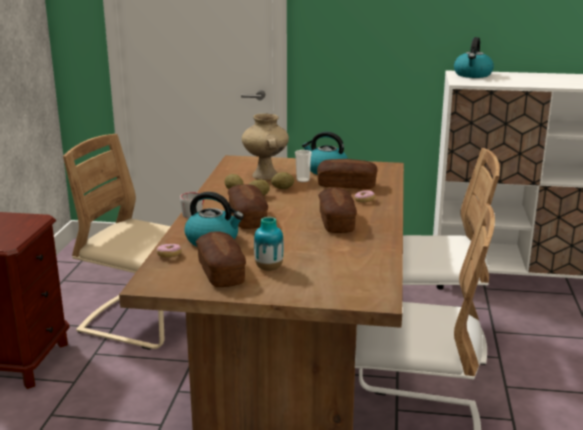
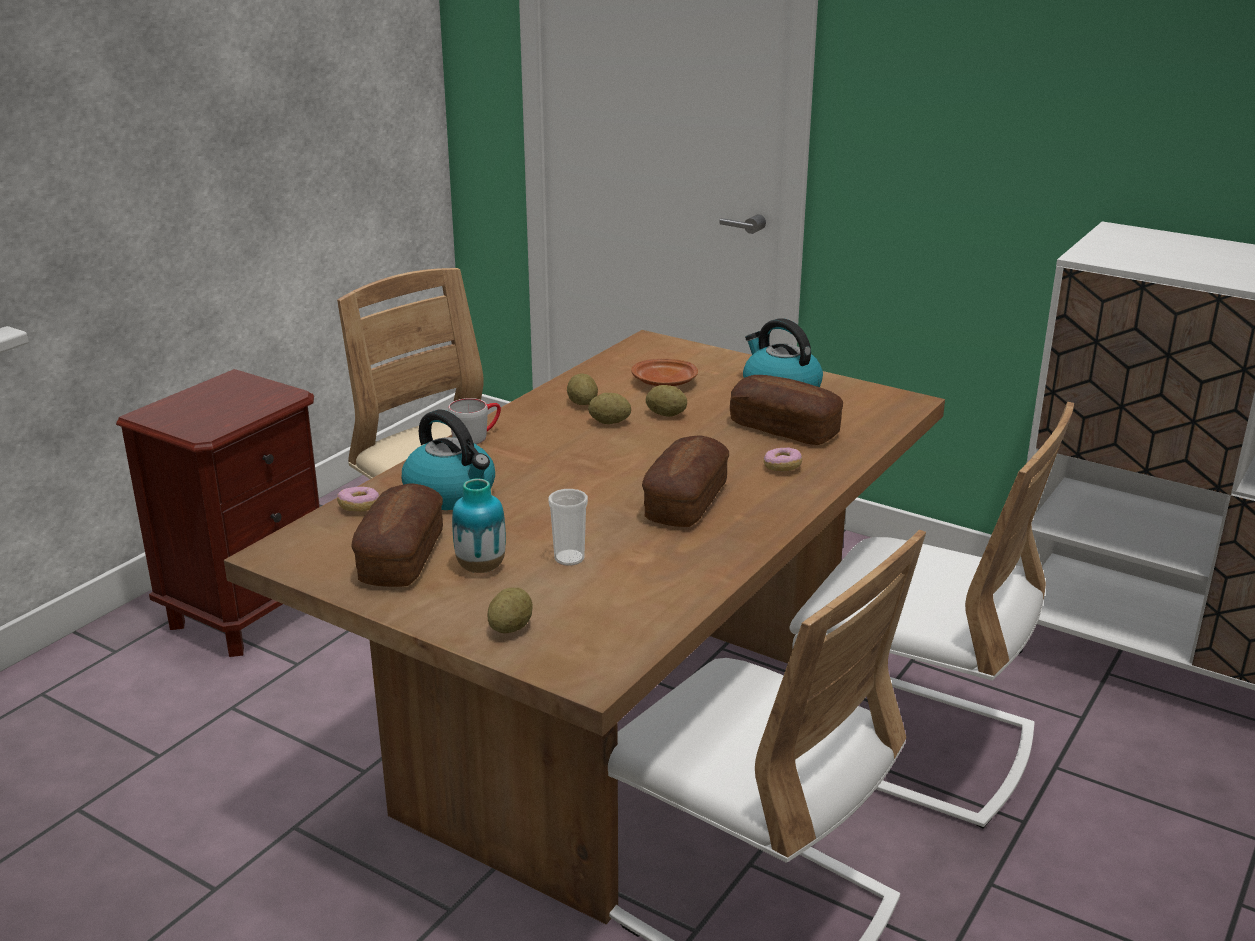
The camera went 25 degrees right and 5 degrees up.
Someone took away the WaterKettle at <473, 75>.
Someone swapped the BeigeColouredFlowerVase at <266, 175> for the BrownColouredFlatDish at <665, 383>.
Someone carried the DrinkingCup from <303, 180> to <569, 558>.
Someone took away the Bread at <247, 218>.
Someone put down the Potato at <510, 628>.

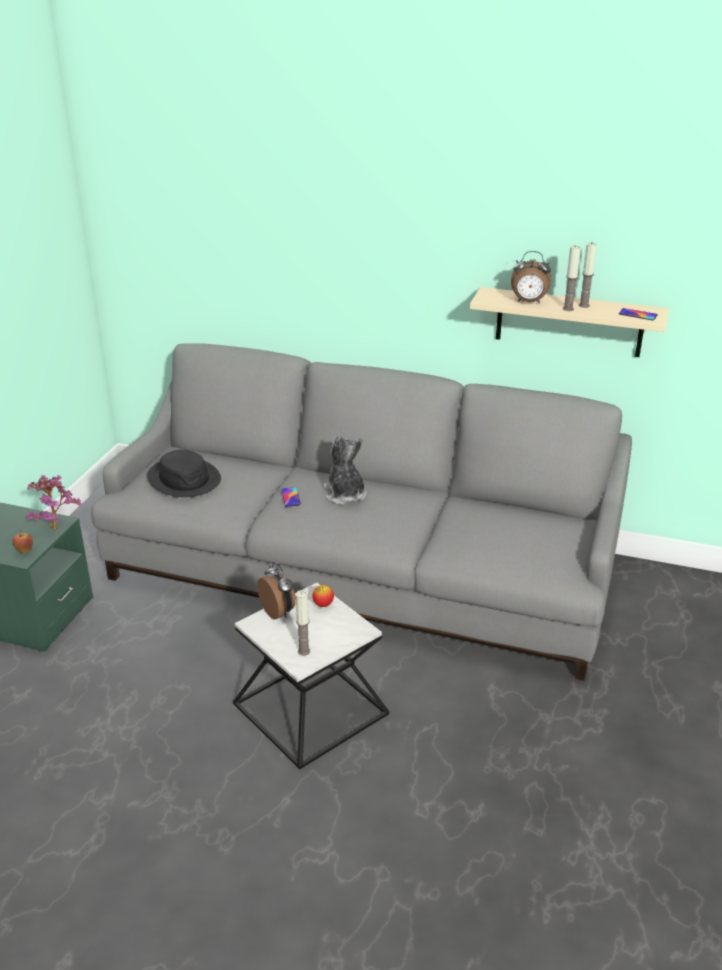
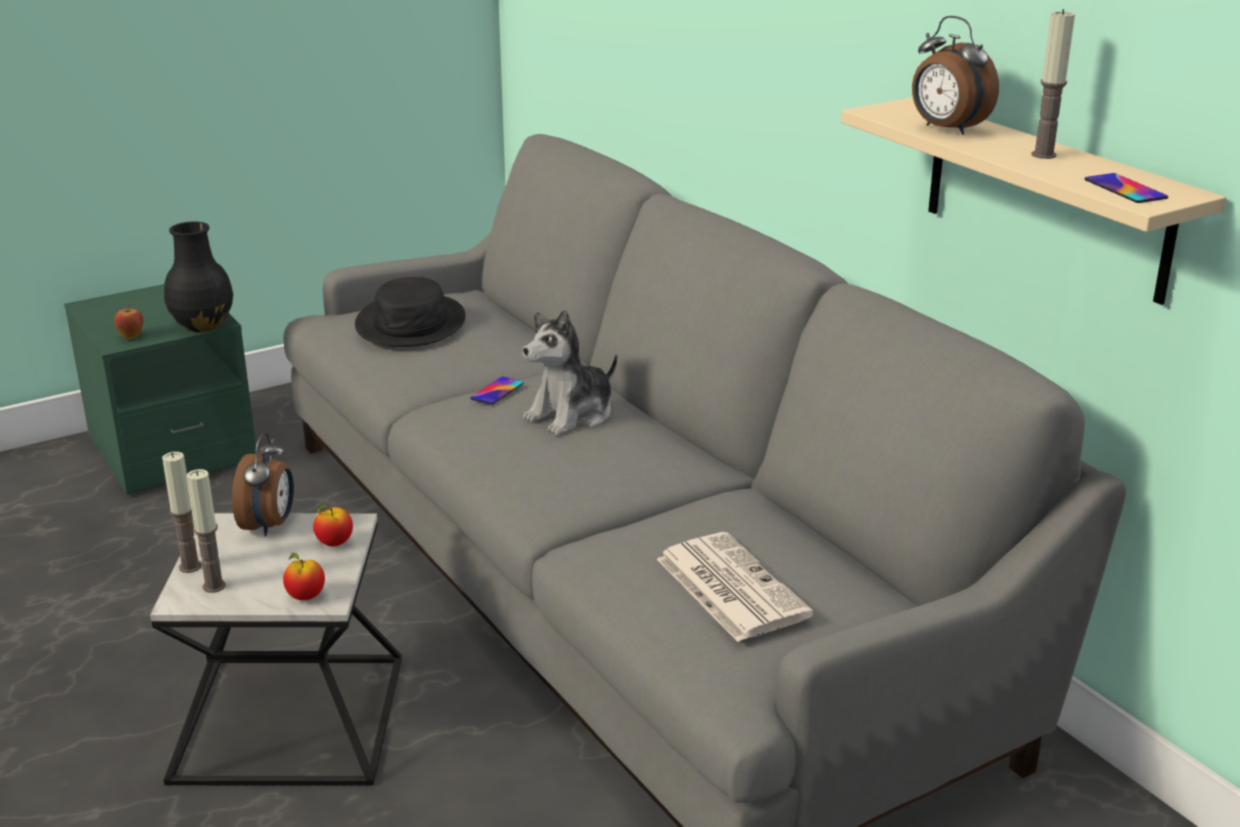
The camera went 40 degrees right and 5 degrees down.
Someone carried the WaxLight from <568, 309> to <190, 567>.
Someone rotated the CuddlyToy at <345, 494> by 150 degrees counterclockwise.
Someone swapped the PlantInAPot at <56, 527> for the BlackColouredFlowerVase at <202, 325>.
Someone put down the Newspaper at <729, 587>.
Someone put down the AppleFruit at <305, 597>.

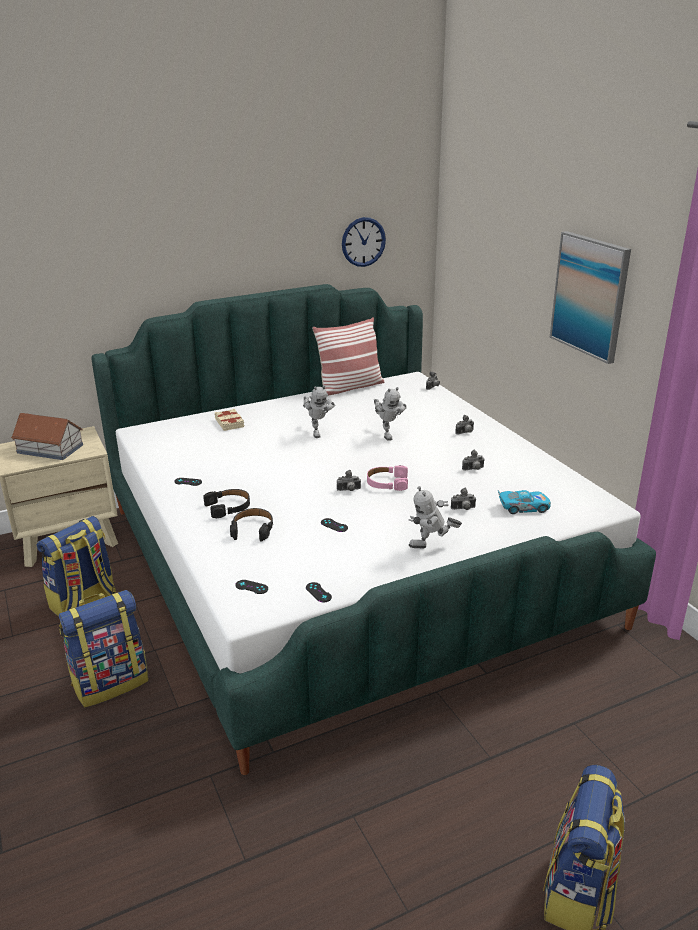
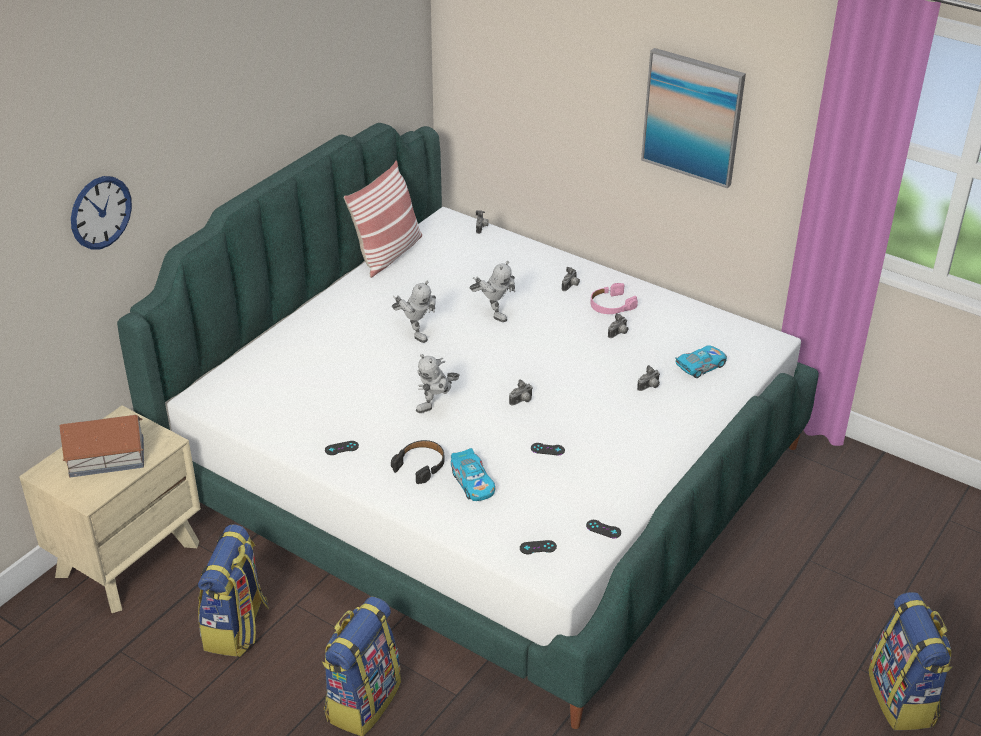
The camera went 30 degrees left and 10 degrees up.
Someone carried the ClockOnTheWall from <363, 242> to <100, 212>.
Someone took away the BeigeColouredBoundBook at <230, 423>.
Someone carried the PinkishPairOfHeadphones from <387, 483> to <611, 305>.
Someone carried the ModelRobot from <431, 547> to <437, 406>.
Someone swapped the BlackColouredPairOfHeadphones at <252, 529> for the MiniatureCar at <473, 483>.

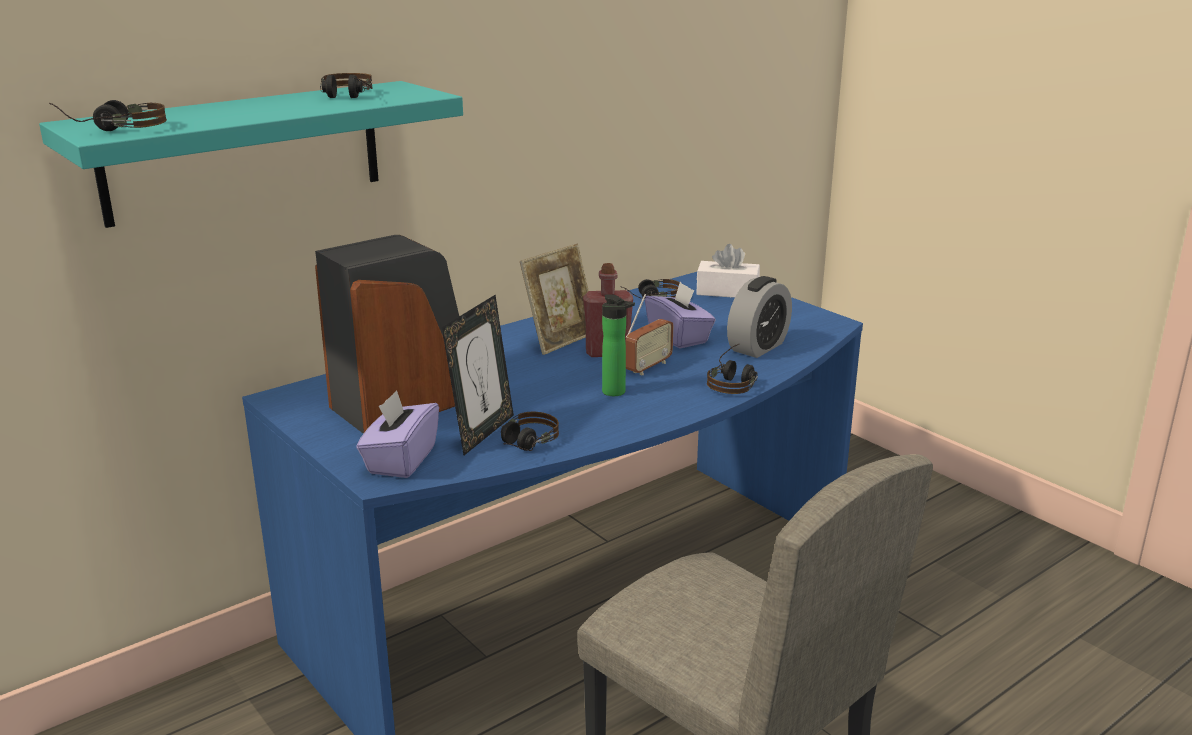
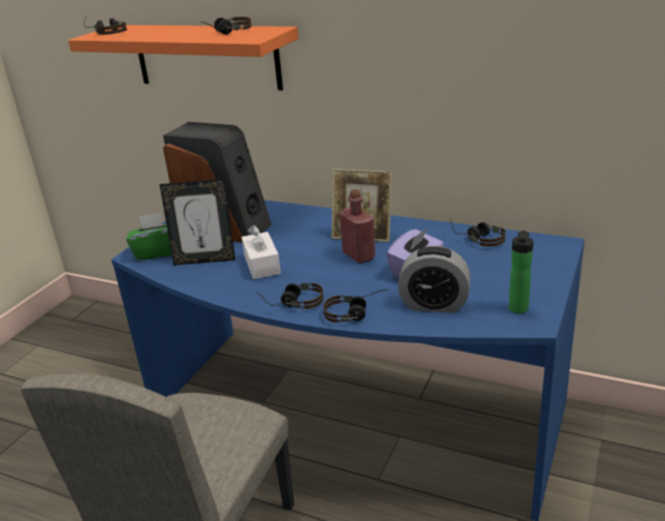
The camera went 65 degrees right and 5 degrees up.
Someone repainted the BlueGreenBracketShelf at <244, 151>, which became the OrangeColouredBracketShelf at <206, 56>.
Someone carried the WhiteColouredTissueHolder from <727, 291> to <262, 264>.
Someone carried the Bottle from <616, 393> to <518, 310>.
Someone took away the Radio at <648, 367>.
Someone repainted the PurplishTissueHolder at <401, 460>, which became the GreenTissueHolder at <158, 252>.
Someone carried the PairOfHeadphones from <523, 446> to <292, 303>.

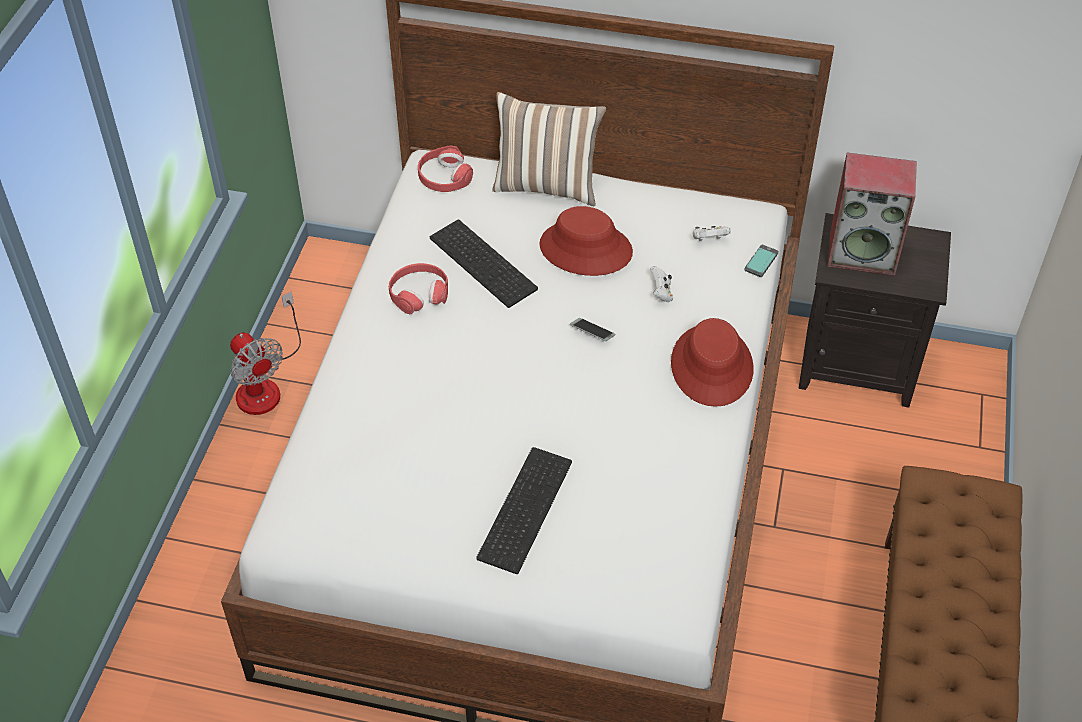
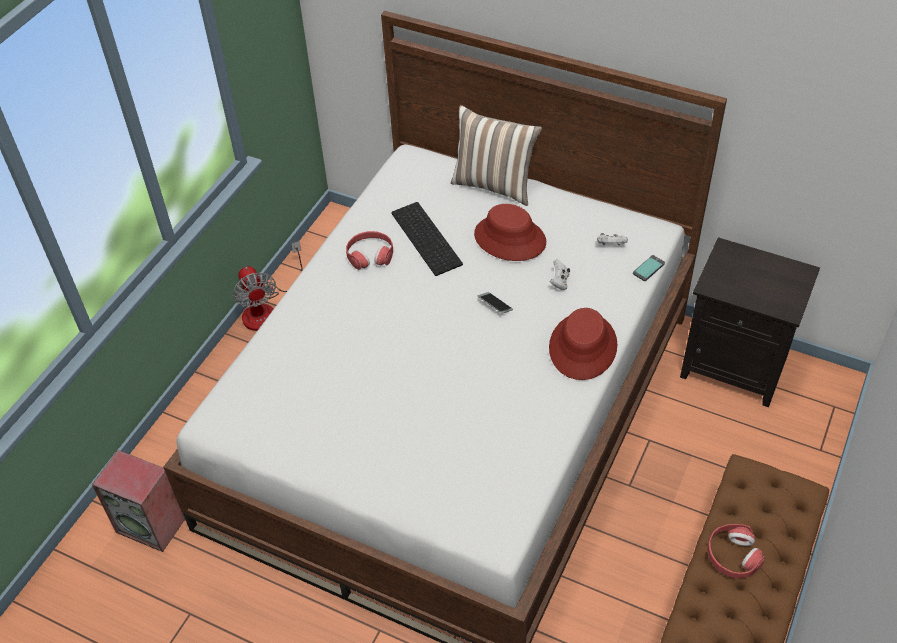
The camera went 15 degrees right and 0 degrees up.
Someone carried the RedColouredPairOfHeadphones from <444, 177> to <733, 556>.
Someone carried the Loudspeaker from <863, 252> to <152, 524>.
Someone took away the Keyboard at <523, 507>.

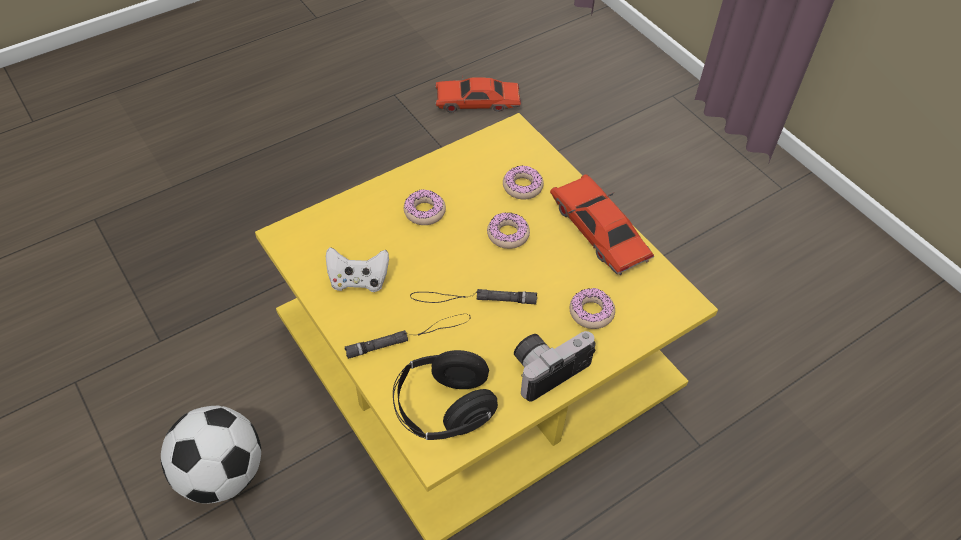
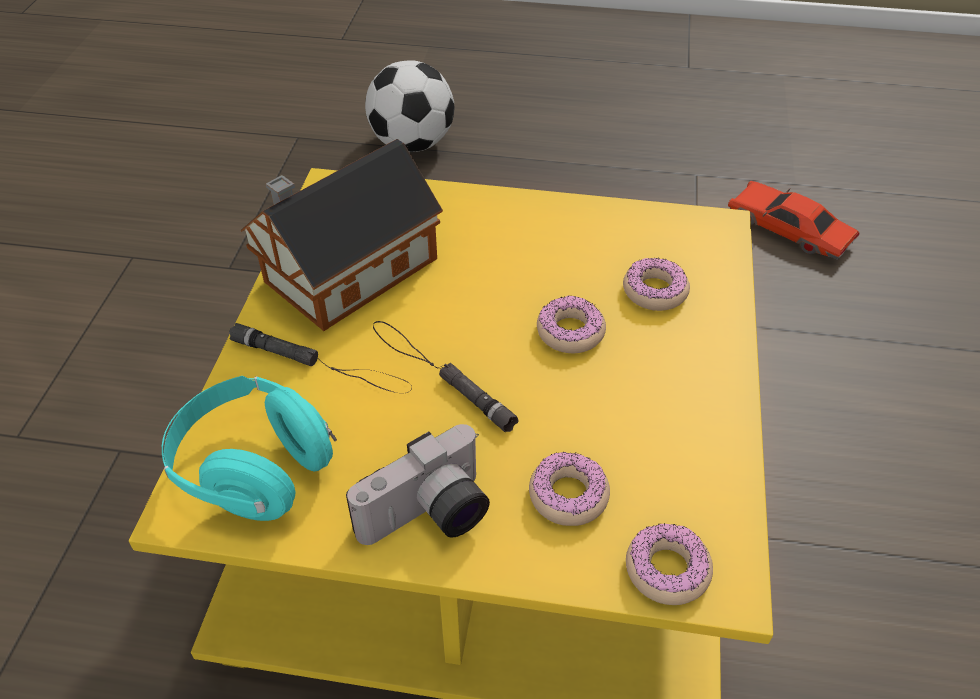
The camera went 45 degrees right and 5 degrees down.
Someone took away the RedColouredMiniatureCar at <599, 232>.
Someone carried the RingDoughnut from <424, 211> to <667, 570>.
Someone swapped the WhiteColouredGameController at <358, 280> for the ToyHouse at <344, 273>.
Someone rotated the PhotoCamera at <547, 367> by 135 degrees clockwise.
Someone repainted the BlackColouredPairOfHeadphones at <444, 409>, which became the BlueGreenPairOfHeadphones at <254, 469>.
Someone carried the FootballBall from <221, 474> to <412, 144>.

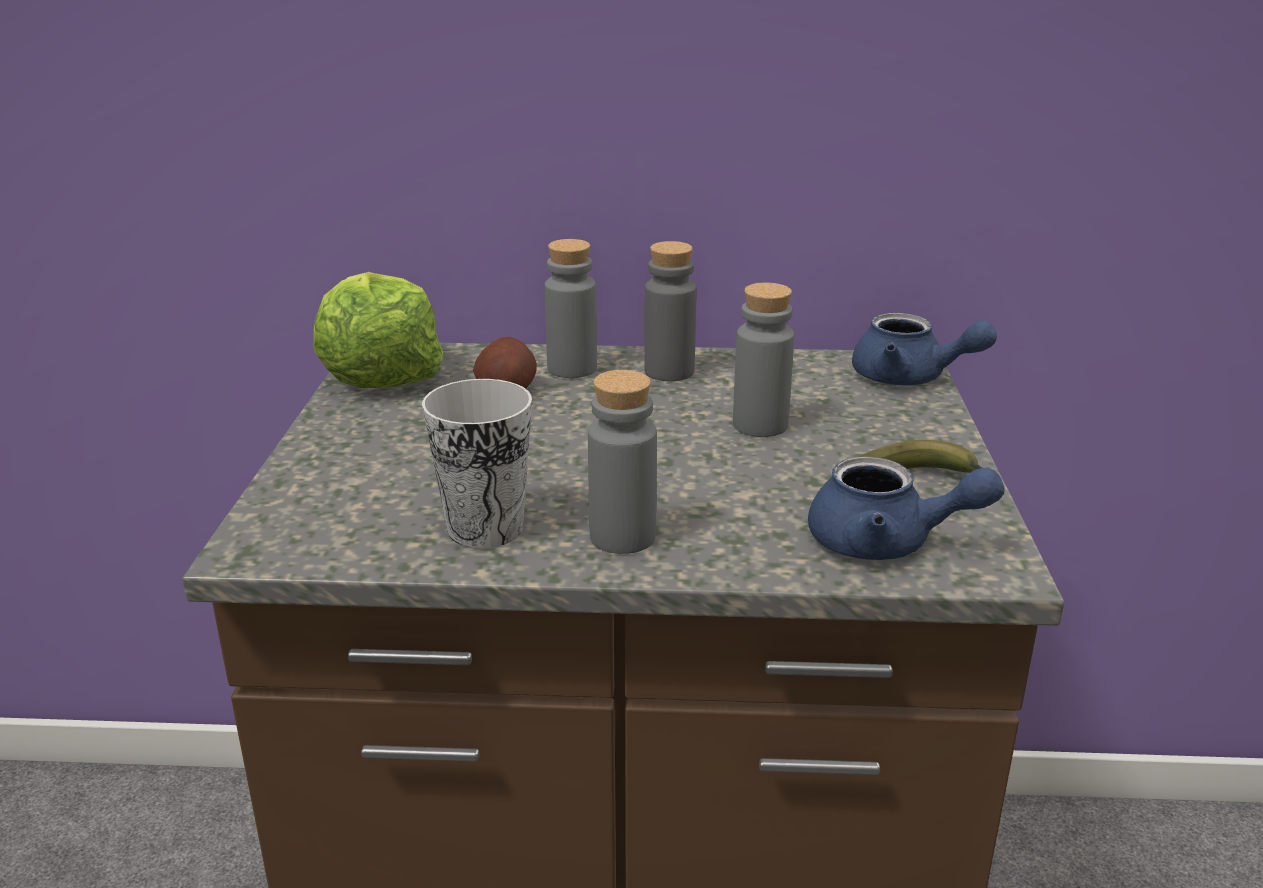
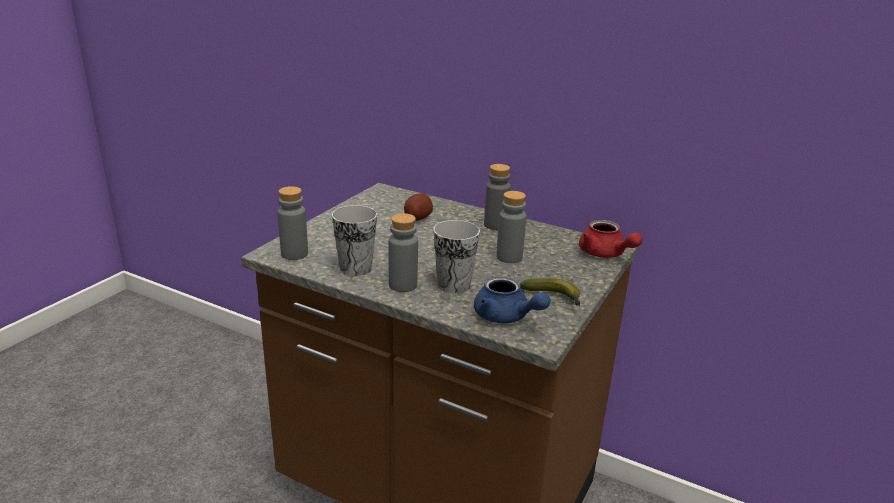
The camera went 25 degrees right and 0 degrees up.
Someone carried the GreyBottle from <572, 368> to <294, 254>.
Someone took away the Lettuce at <379, 373>.
Someone repainted the BluishTeapot at <910, 378>, which became the RedColouredTeapot at <605, 254>.
Someone put down the DrinkingCup at <454, 285>.

